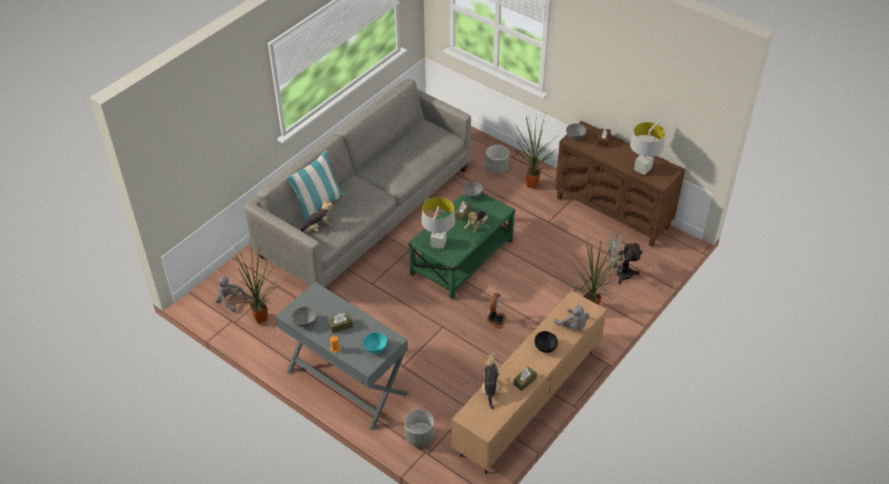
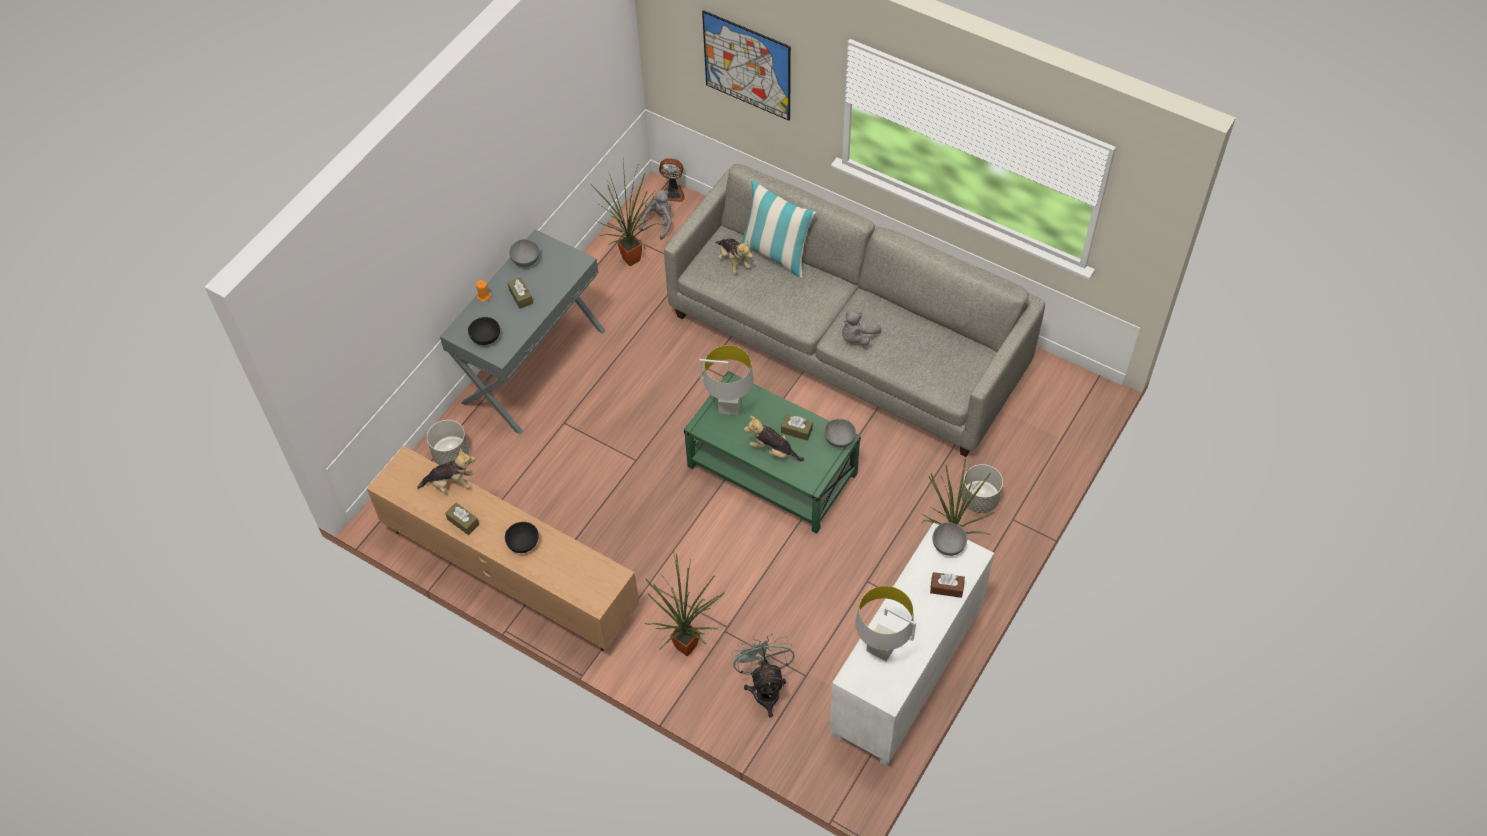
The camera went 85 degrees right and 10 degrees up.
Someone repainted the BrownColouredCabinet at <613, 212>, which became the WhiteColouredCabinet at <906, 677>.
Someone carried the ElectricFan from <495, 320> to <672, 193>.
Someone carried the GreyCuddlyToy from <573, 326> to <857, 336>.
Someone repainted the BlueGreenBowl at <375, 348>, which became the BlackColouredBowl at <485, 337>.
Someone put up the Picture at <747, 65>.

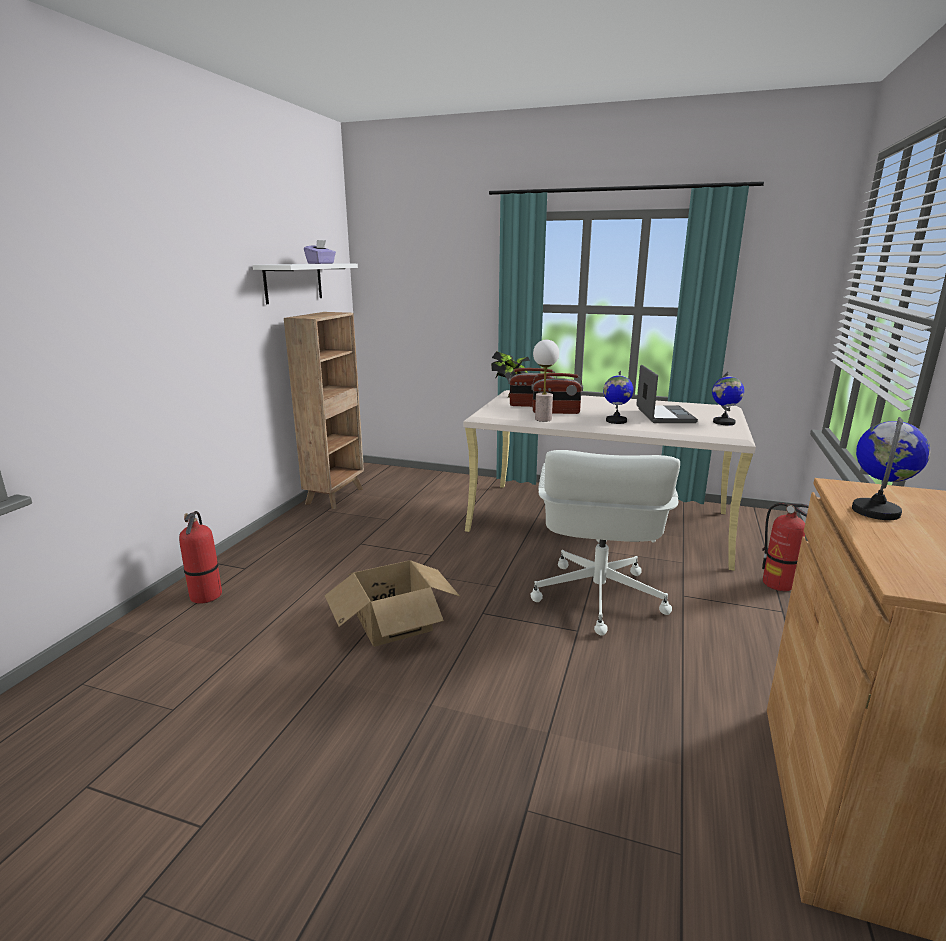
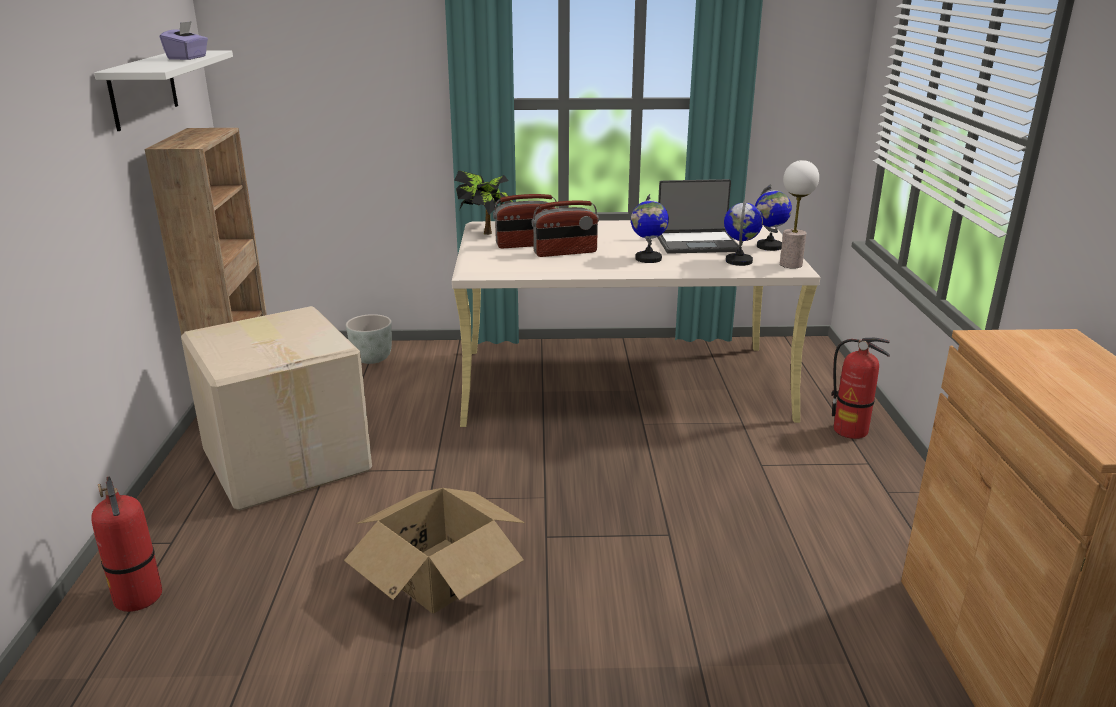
The camera went 20 degrees left and 5 degrees up.
Someone carried the TableLamp from <543, 419> to <790, 264>.
Someone rotated the PortableComputer at <663, 415> by 105 degrees clockwise.
Someone carried the Globe from <876, 511> to <739, 261>.
Someone took away the WhiteColouredDeskChair at <597, 598>.
Someone put down the CardboardBox at <288, 459>.
Someone put down the GreyFlowerPot at <371, 359>.

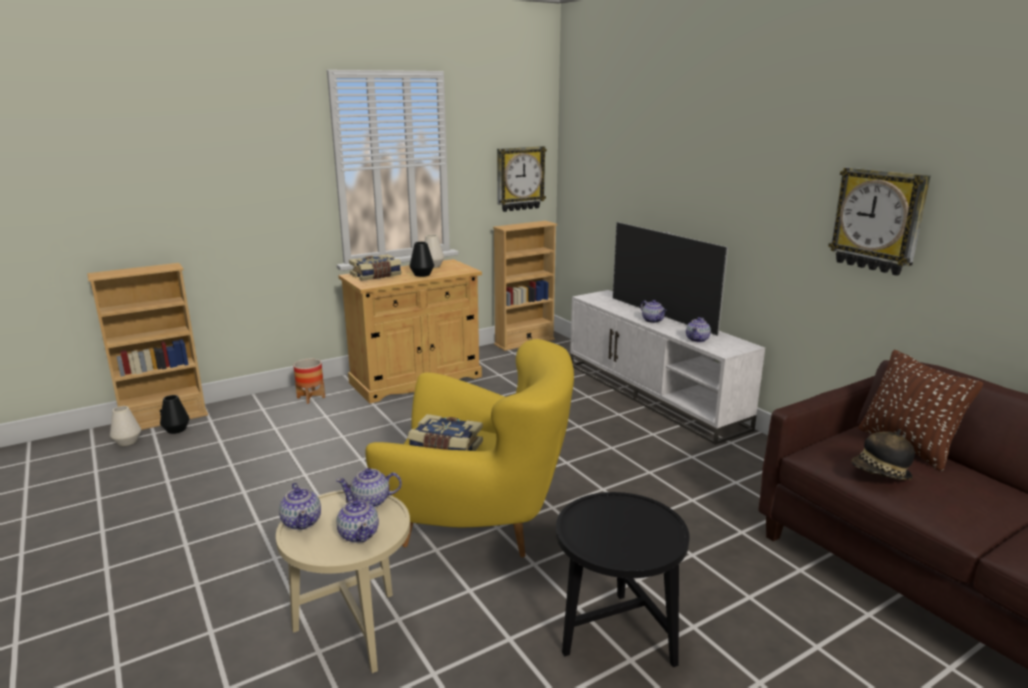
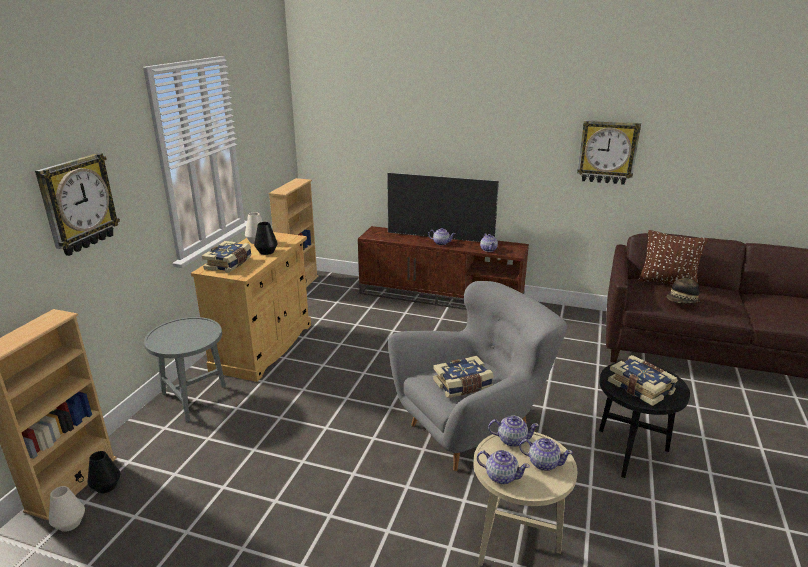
The camera went 40 degrees left and 5 degrees up.
Someone carried the ClockOnTheWall from <520, 178> to <78, 204>.
Someone repainted the WhiteColouredMediaConsole at <654, 395>, which became the BrownColouredMediaConsole at <441, 297>.
Someone repainted the YellowColouredArmchair at <478, 522>, which became the GreyArmchair at <472, 430>.
Someone swapped the FlowerPot at <311, 397> for the GreyEndTable at <195, 398>.
Someone rotated the Teapot at <371, 501> by 120 degrees counterclockwise.
Someone put down the BoundBook at <641, 387>.

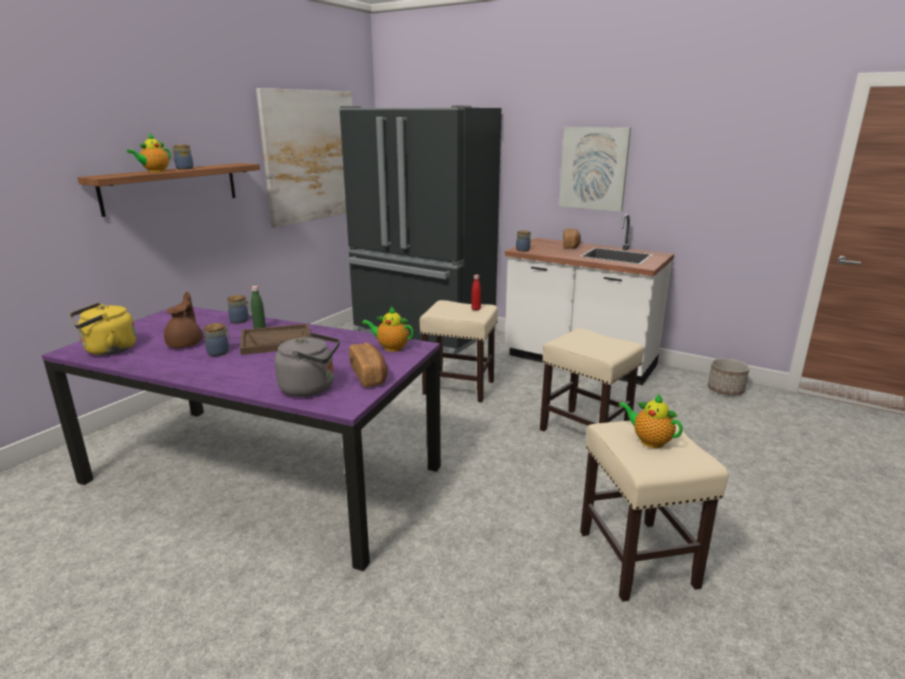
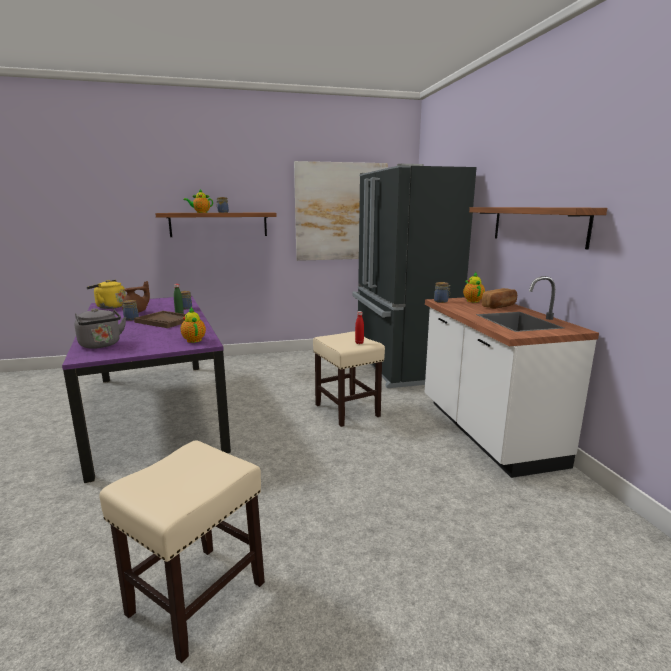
The camera went 45 degrees right and 5 degrees down.
Someone swapped the Picture at <594, 168> for the BracketShelf at <537, 225>.
Someone took away the BeigeColouredSittingStool at <586, 431>.
Someone took away the Bread at <369, 375>.
Someone took away the FlowerPot at <725, 390>.
Someone carried the Teapot from <649, 441> to <472, 300>.

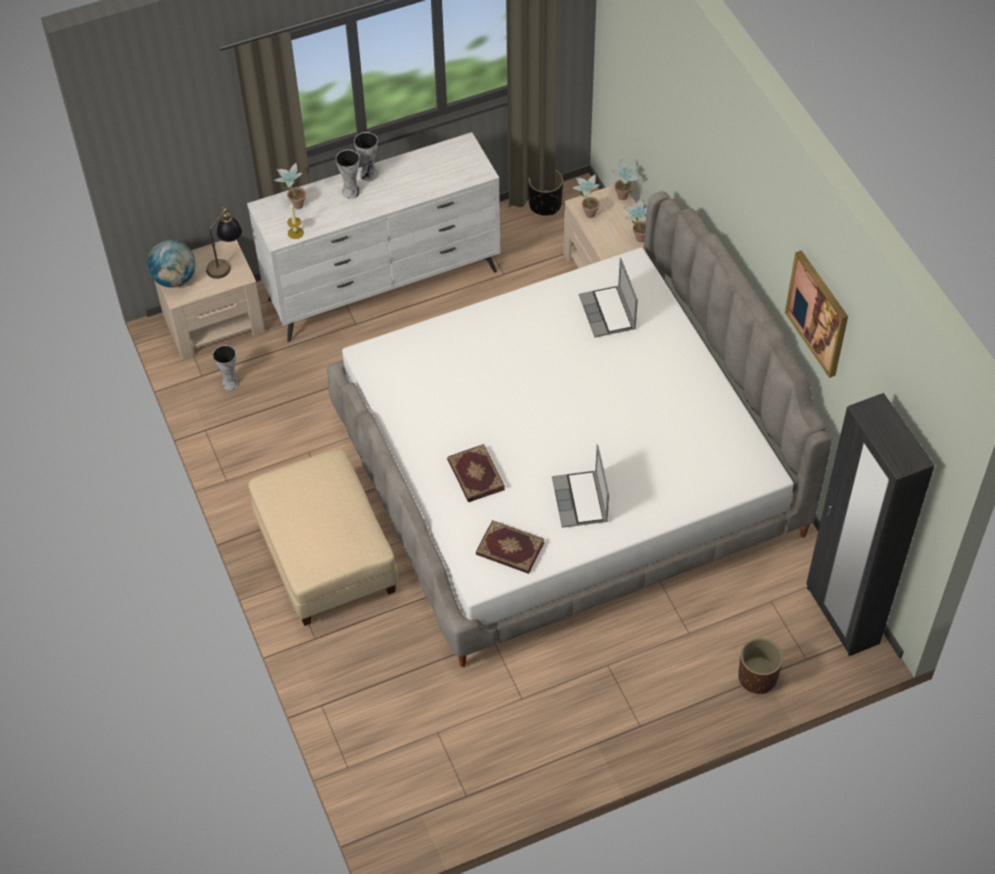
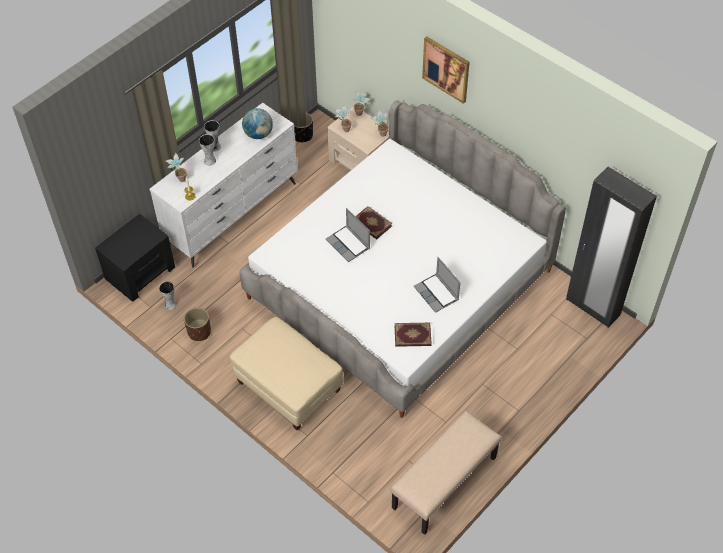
The camera went 25 degrees left and 0 degrees up.
Someone took away the TableLamp at <226, 263>.
Someone carried the Globe from <174, 279> to <258, 134>.
Someone repainted the BeigeColouredBedsideTable at <214, 323>, which became the BlackColouredBedsideTable at <140, 272>.
Someone carried the Picture from <818, 313> to <446, 69>.
Someone carried the PortableComputer from <608, 313> to <348, 244>.
Someone carried the BoundBook from <475, 475> to <371, 224>.
Someone carried the BrownColouredFlowerPot from <757, 677> to <199, 332>.
Someone put down the BeigeColouredIndoorBench at <444, 483>.

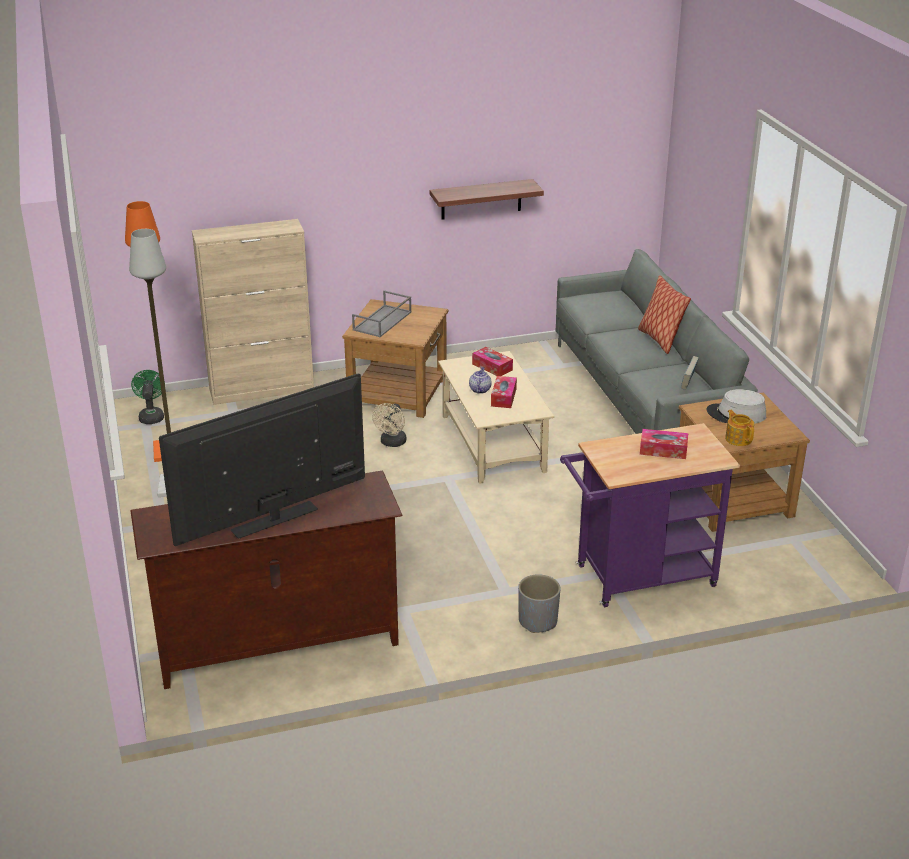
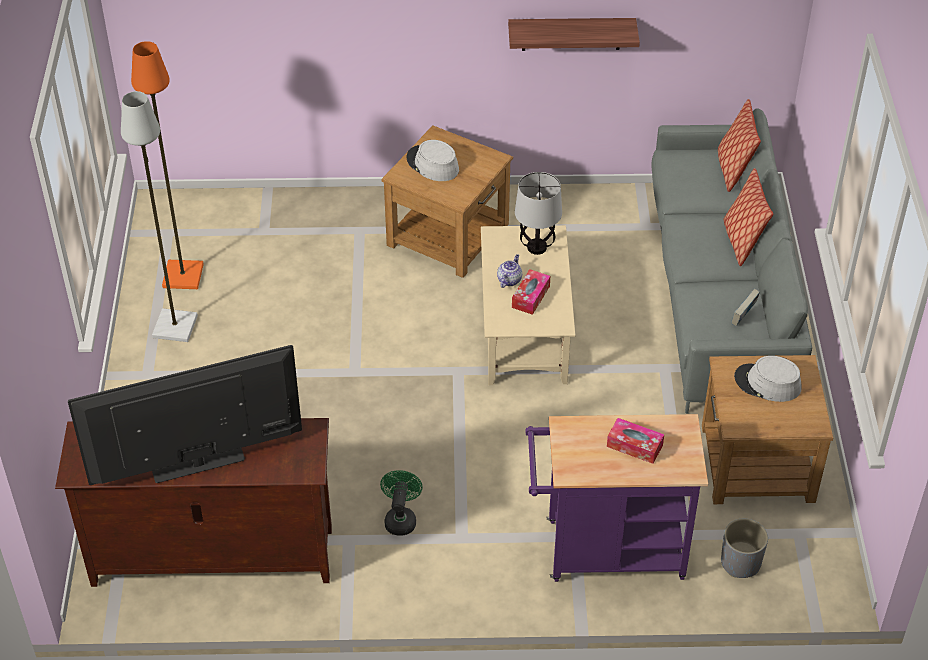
The camera went 15 degrees right and 15 degrees up.
Someone took away the BeigeColouredCabinet at <262, 390>.
Someone swapped the GreyServingTray at <382, 321> for the GreyHat at <432, 164>.
Someone swapped the TissueHolder at <492, 367> for the TableLamp at <536, 247>.
Someone carried the GreenElectricFan from <151, 416> to <401, 518>.
Someone took away the BeigeColouredElectricFan at <392, 443>.
Someone took away the Teapot at <738, 438>.
Someone carried the GreyFlowerPot from <538, 621> to <740, 563>.
Someone put down the Pillow at <733, 170>.

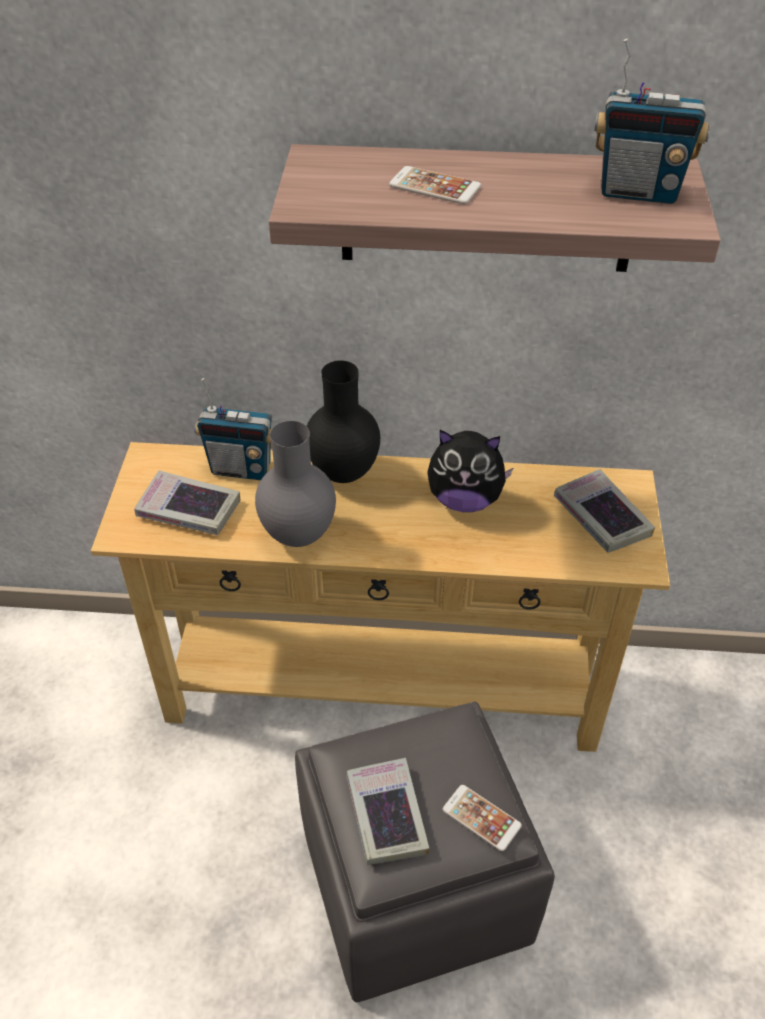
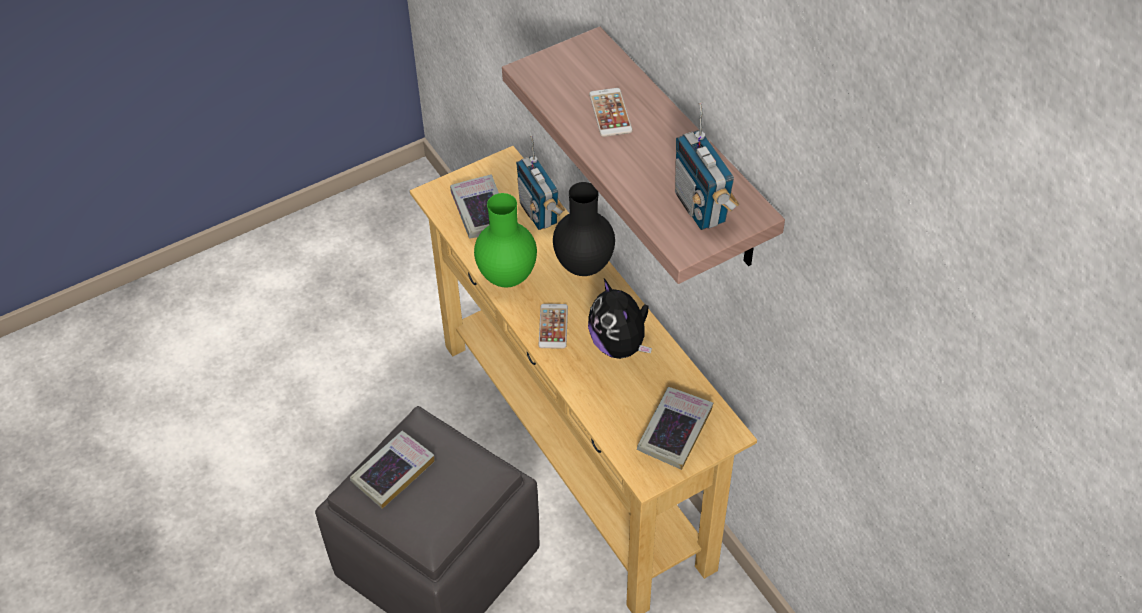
The camera went 55 degrees right and 5 degrees up.
Someone repainted the GreyFlowerVase at <300, 536>, which became the GreenFlowerVase at <507, 279>.
Someone carried the Phone from <481, 818> to <553, 326>.

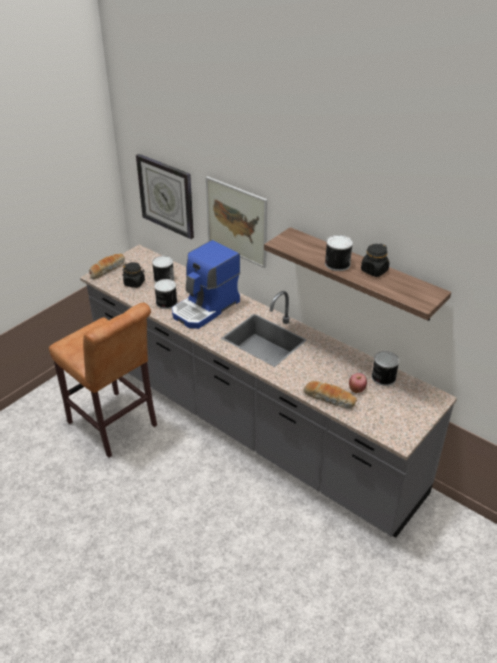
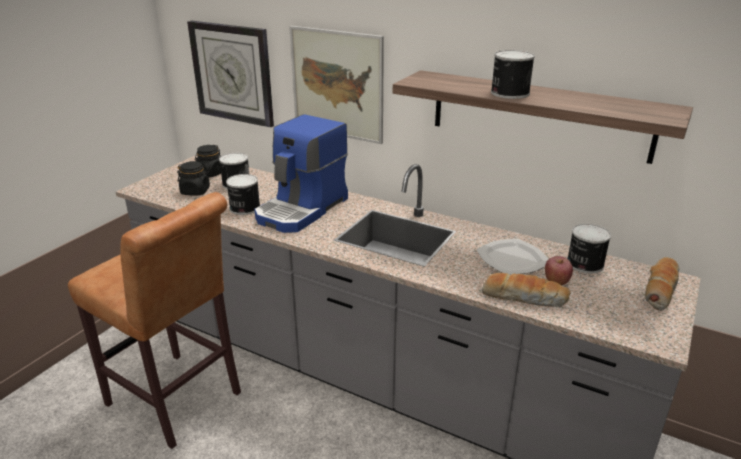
The camera went 10 degrees left and 10 degrees down.
Someone carried the BlackColouredPreserveJar from <374, 271> to <210, 173>.
Someone carried the Bread from <107, 269> to <659, 289>.
Someone put down the FlatDish at <512, 259>.

